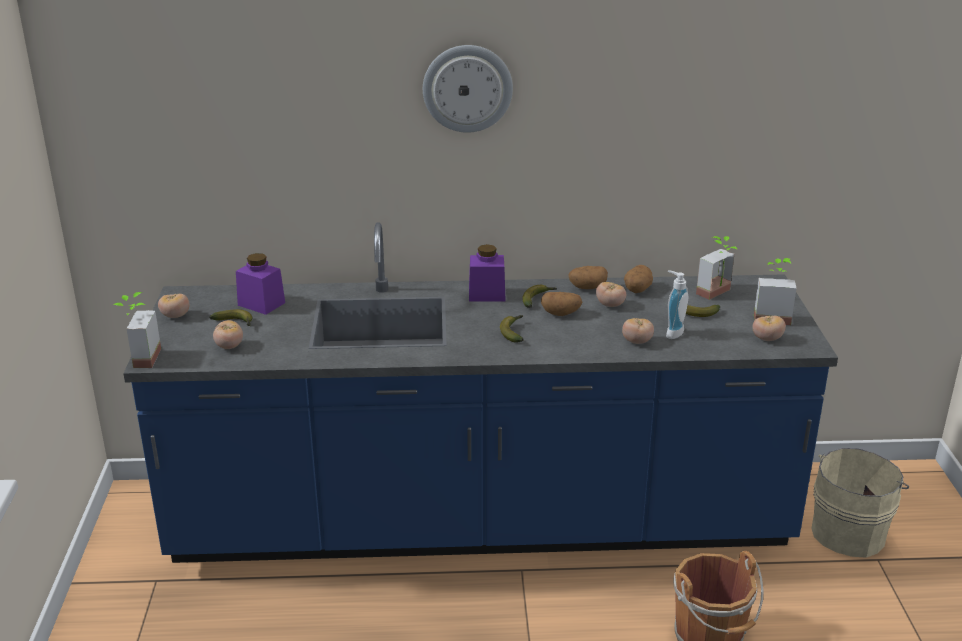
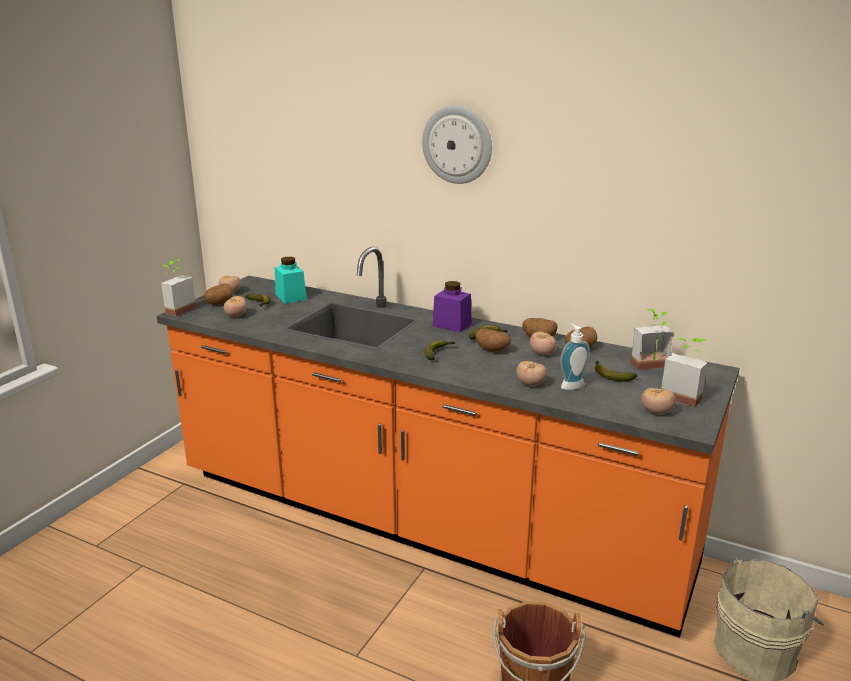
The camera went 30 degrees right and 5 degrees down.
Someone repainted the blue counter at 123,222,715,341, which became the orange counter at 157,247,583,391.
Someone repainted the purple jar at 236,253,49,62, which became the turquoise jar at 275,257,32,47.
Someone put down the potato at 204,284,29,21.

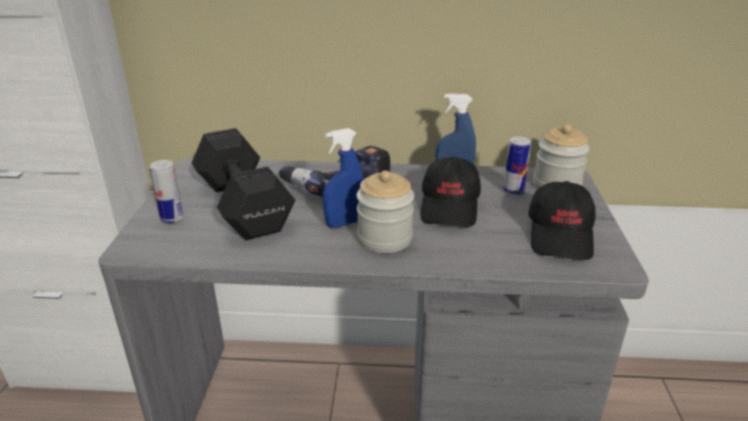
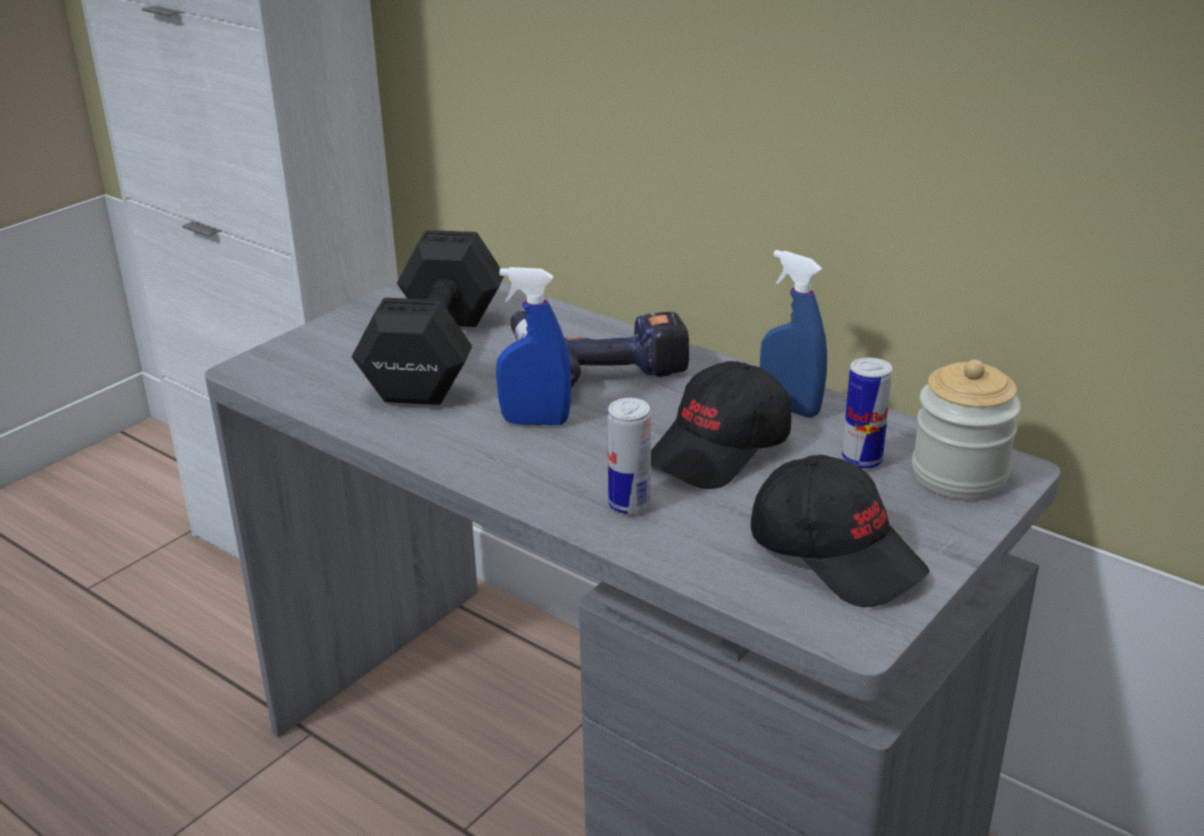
The camera went 35 degrees right and 0 degrees up.
Someone carried the can from 150,160,34,63 to 607,398,44,116.
Someone took away the jar at 356,170,58,83.
Someone rotated the black cap at 528,181,68,79 by 90 degrees counterclockwise.

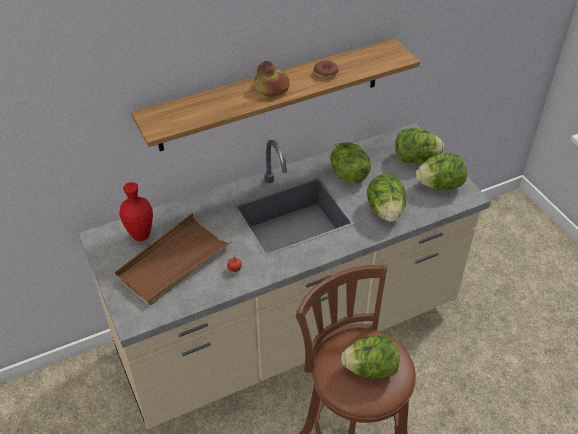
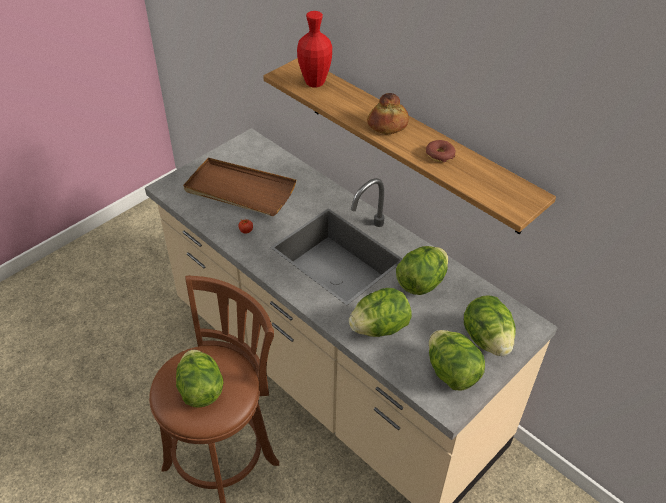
The camera went 70 degrees right and 0 degrees up.
Someone carried the red vase from 119,182,34,59 to 297,11,35,76.

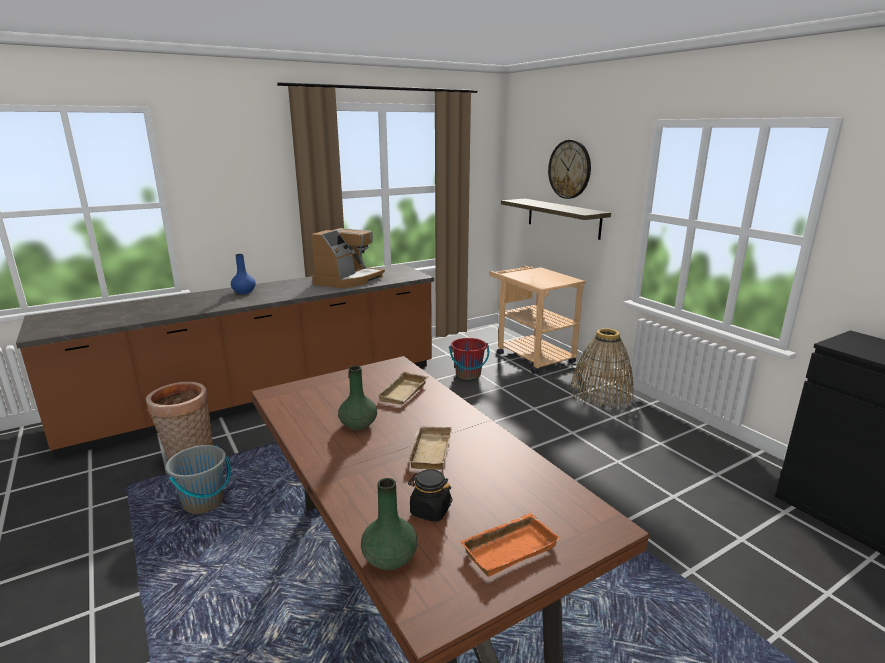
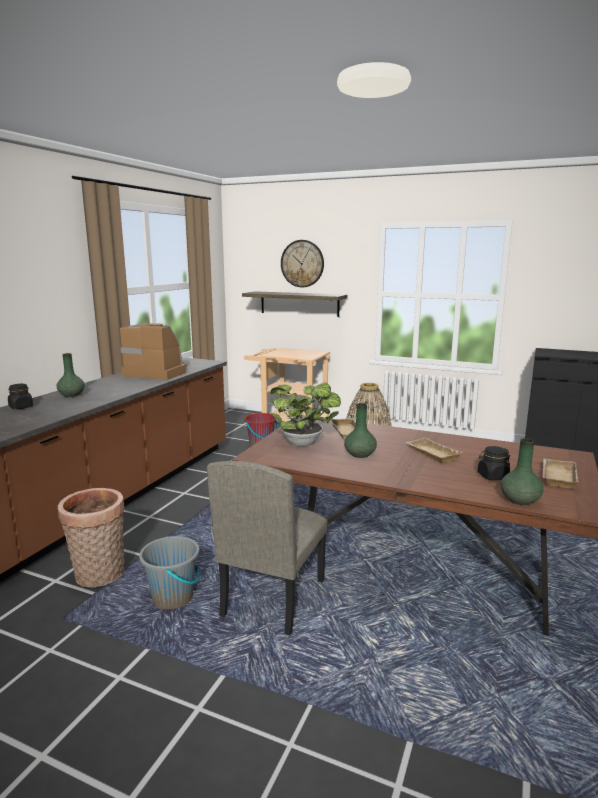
The camera went 35 degrees left and 5 degrees down.
Someone repainted the blue vase at 231,254,25,40, which became the green vase at 57,353,28,44.
Someone rotated the coffee machine at 311,228,74,61 by 60 degrees counterclockwise.
Someone repainted the orange tray at 460,513,101,64, which became the beige tray at 542,459,37,30.
Someone put down the black jar at 8,384,25,25.
Someone put down the beige chair at 207,461,121,174.
Someone put down the potted plant at 270,383,71,64.

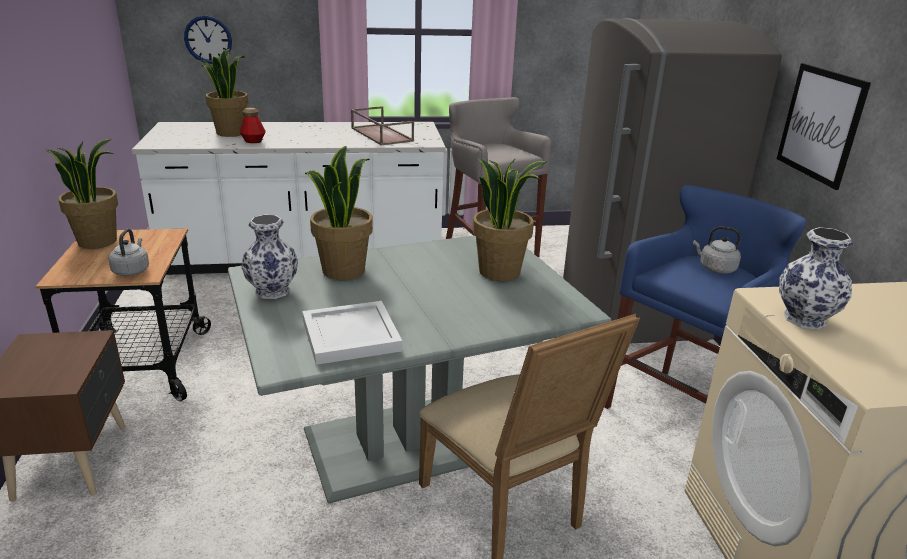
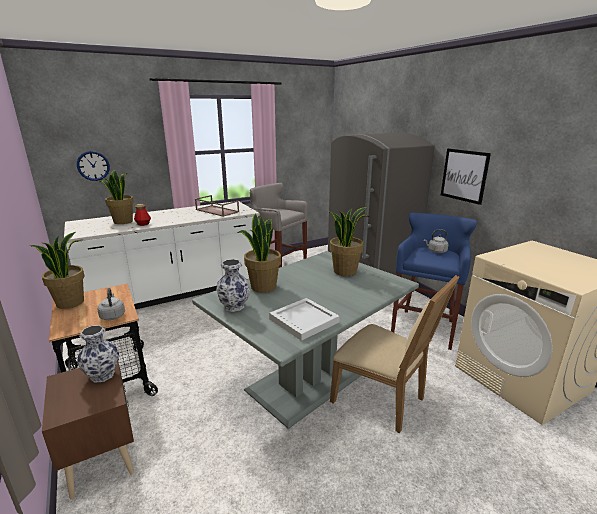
The camera went 20 degrees left and 5 degrees down.
Someone carried the vase from 779,227,74,103 to 77,325,42,58.

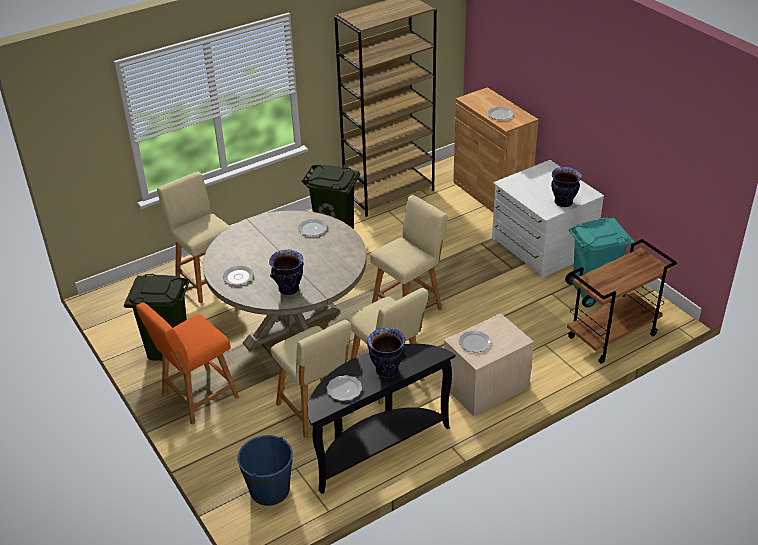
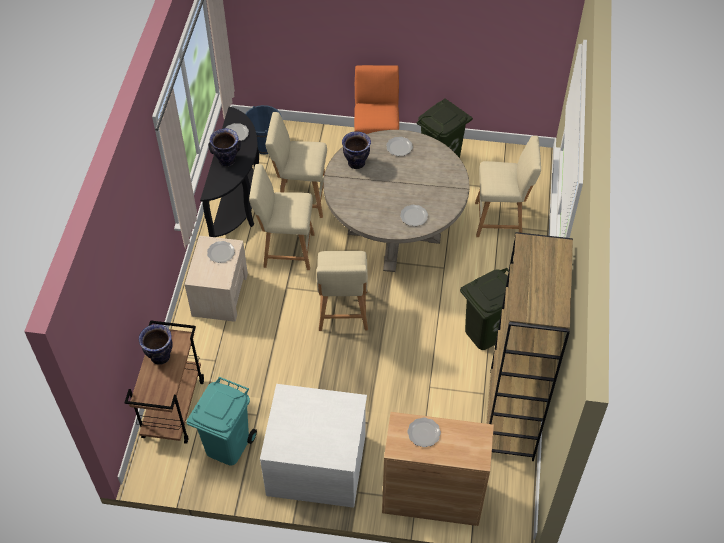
The camera went 130 degrees right and 15 degrees up.
Someone carried the vase from 551,167,31,40 to 139,324,34,41.

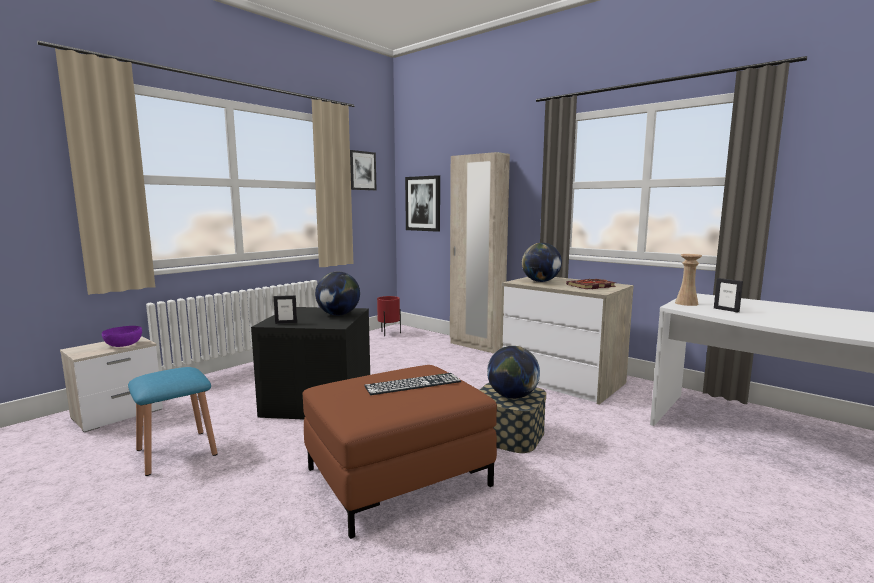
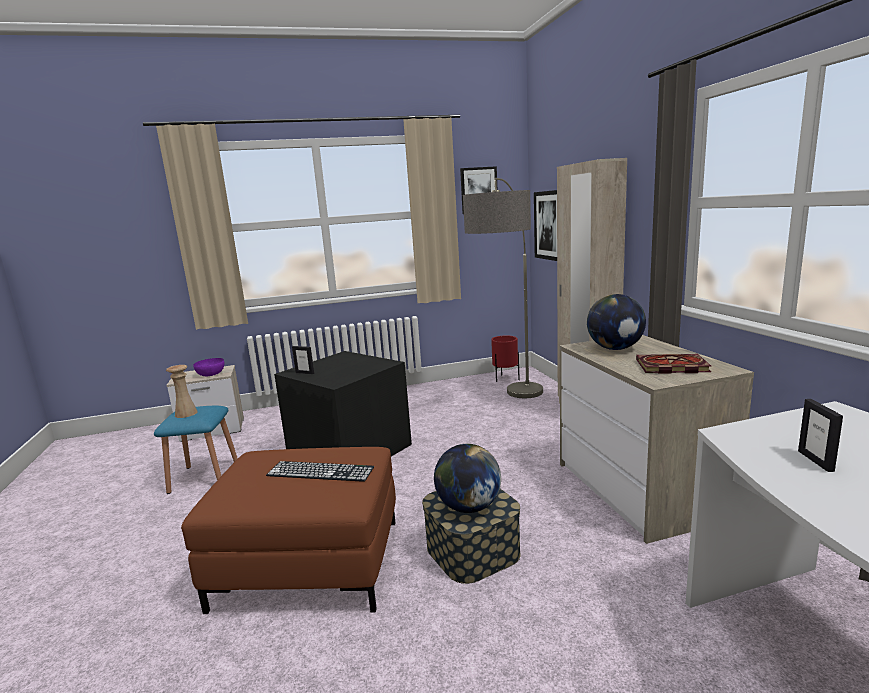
The camera went 35 degrees right and 5 degrees up.
Someone took away the globe at 315,271,45,45.
Someone carried the beige vase from 675,254,27,52 to 166,365,32,53.
Someone put down the floor lamp at 463,178,80,220.

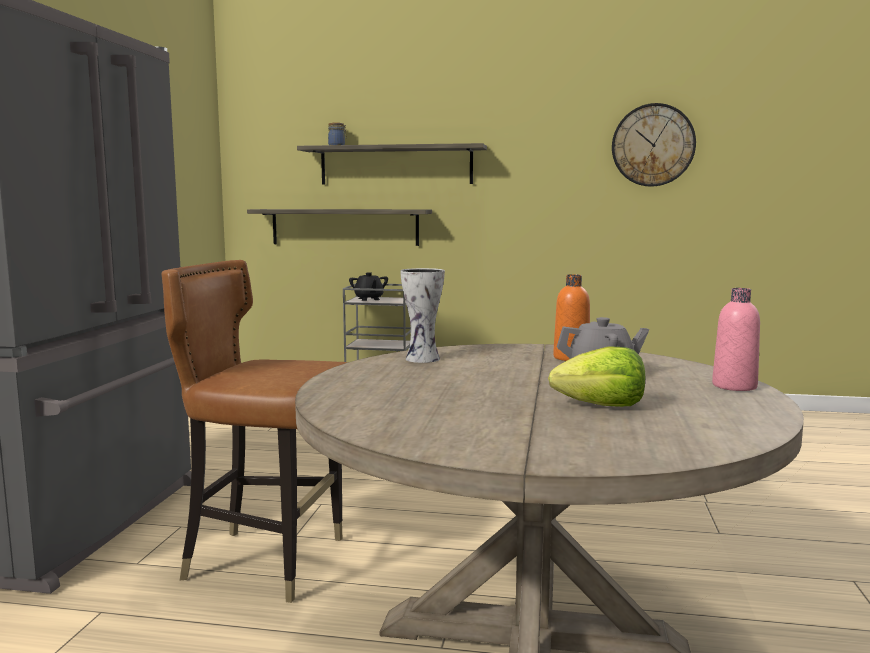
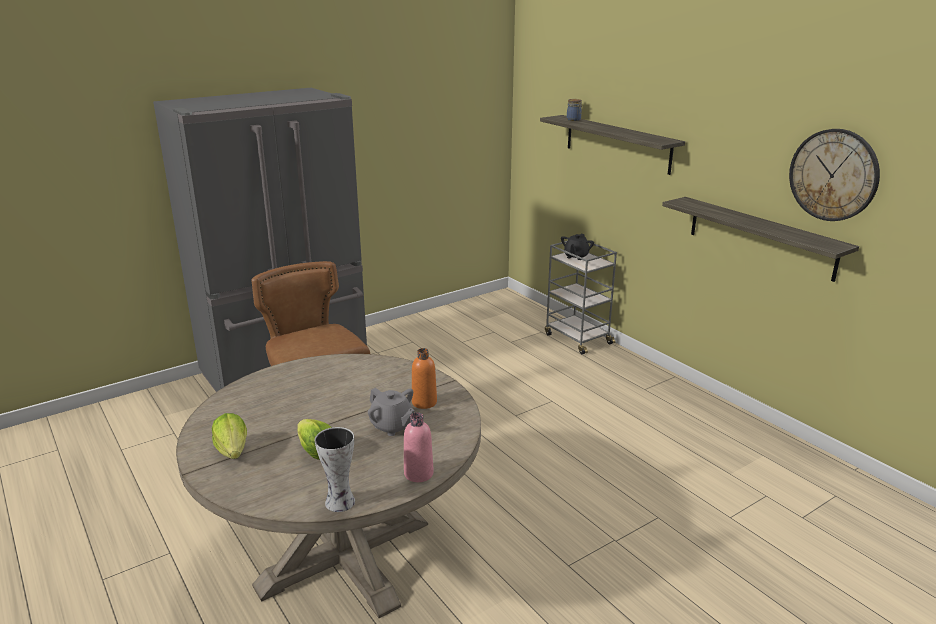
The camera went 45 degrees right and 15 degrees up.
Someone carried the shelf from 247,209,185,37 to 662,197,197,85.
Someone carried the vase from 400,268,45,95 to 315,427,40,85.
Someone put down the lettuce at 212,413,35,46.

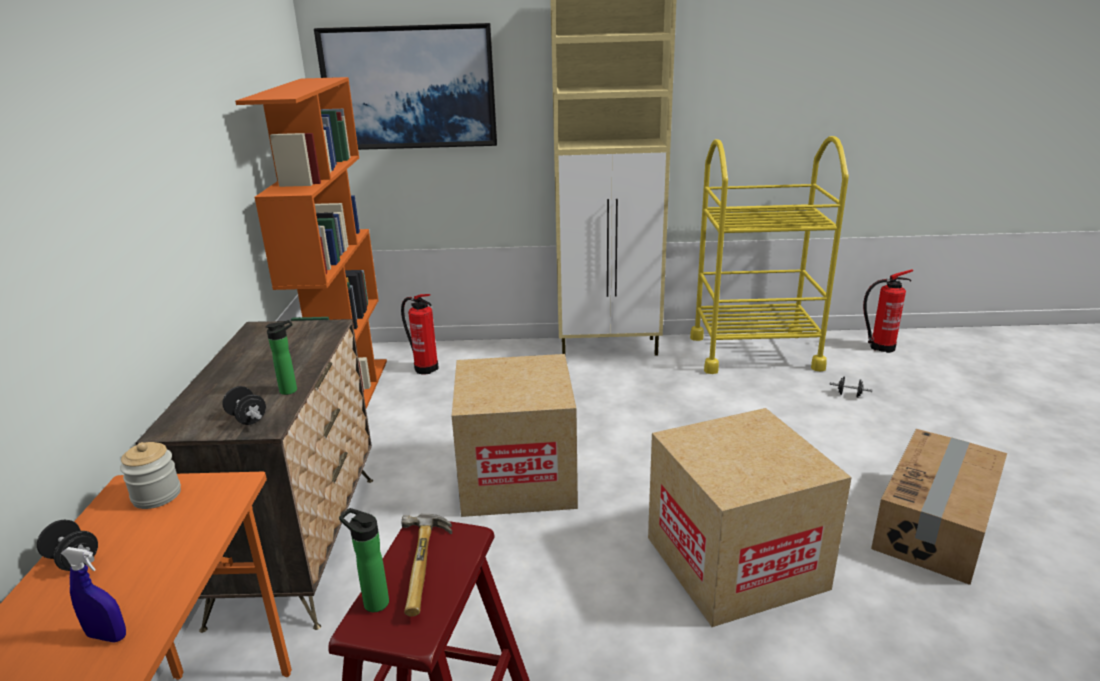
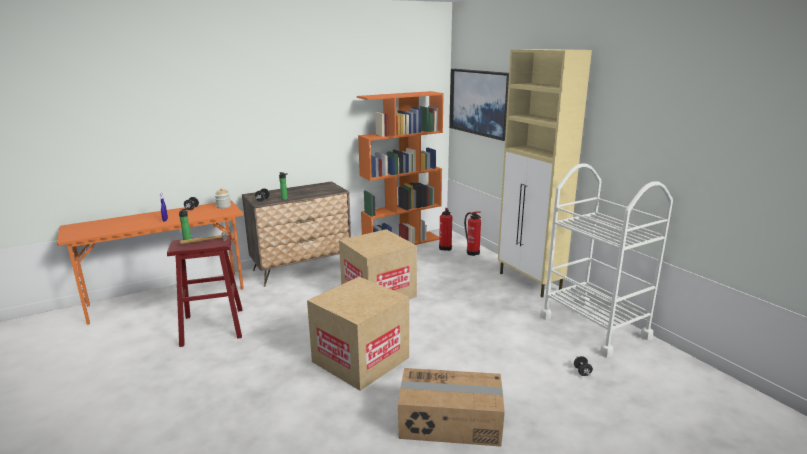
The camera went 60 degrees right and 5 degrees down.
Someone repainted the yellow cart at 690,136,159,238, which became the white cart at 540,164,133,194.
Someone carried the fire extinguisher from 863,269,50,84 to 464,211,17,45.

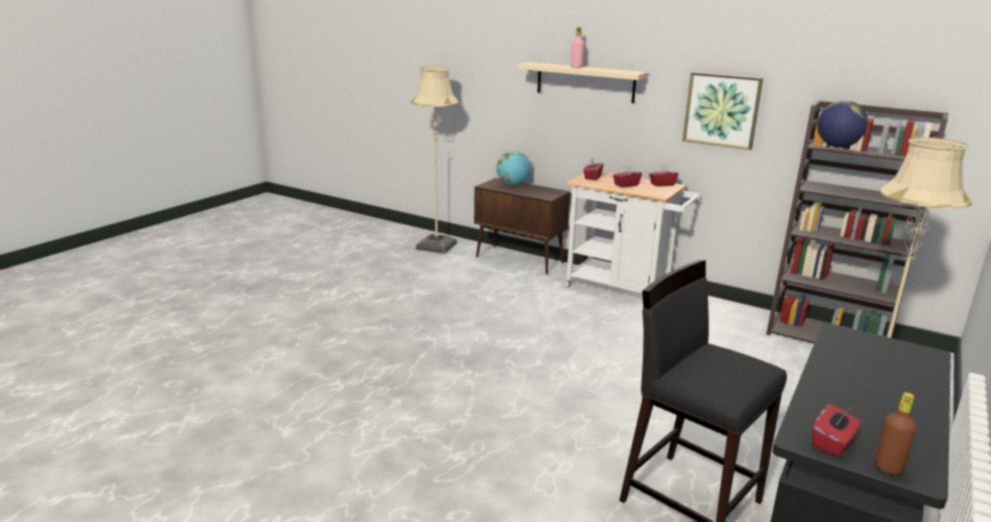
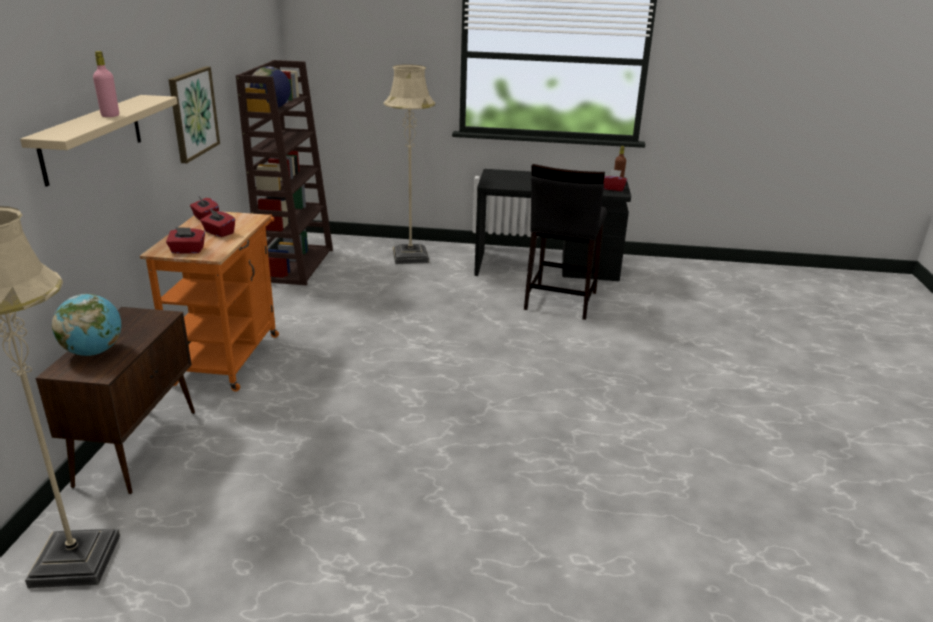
The camera went 115 degrees left and 5 degrees up.
Someone repainted the white cart at 566,172,135,121, which became the orange cart at 140,212,139,180.

